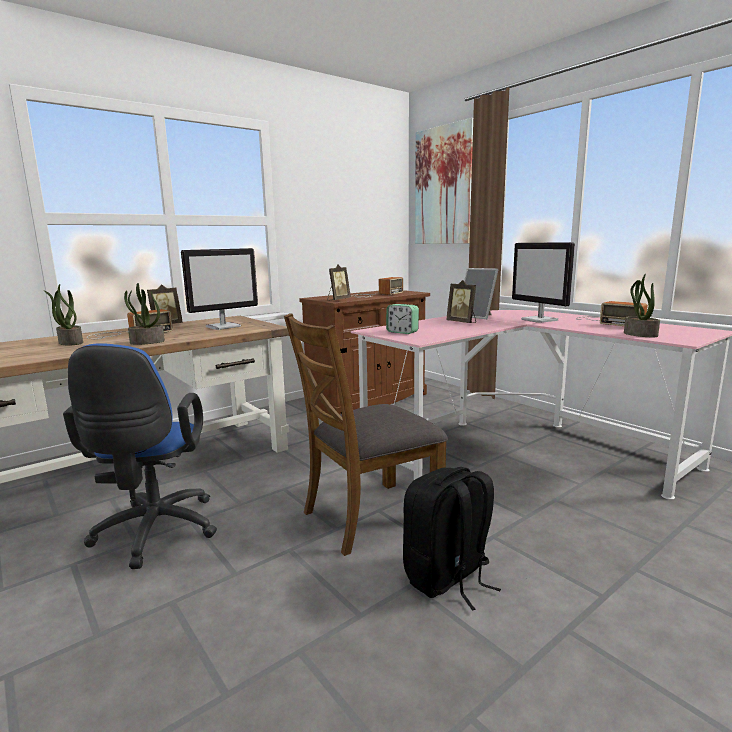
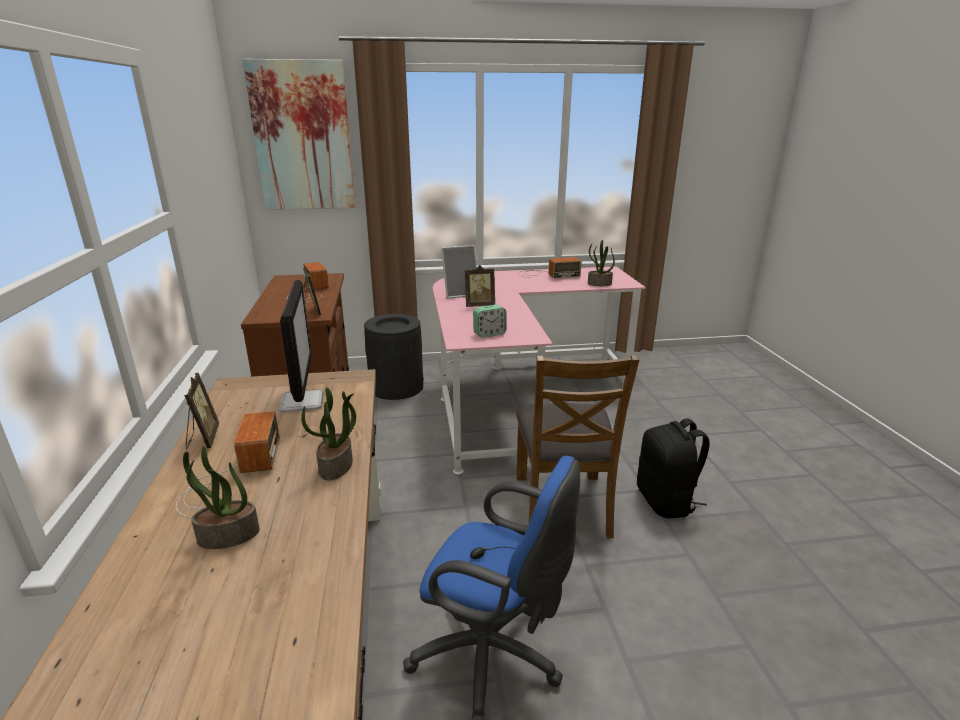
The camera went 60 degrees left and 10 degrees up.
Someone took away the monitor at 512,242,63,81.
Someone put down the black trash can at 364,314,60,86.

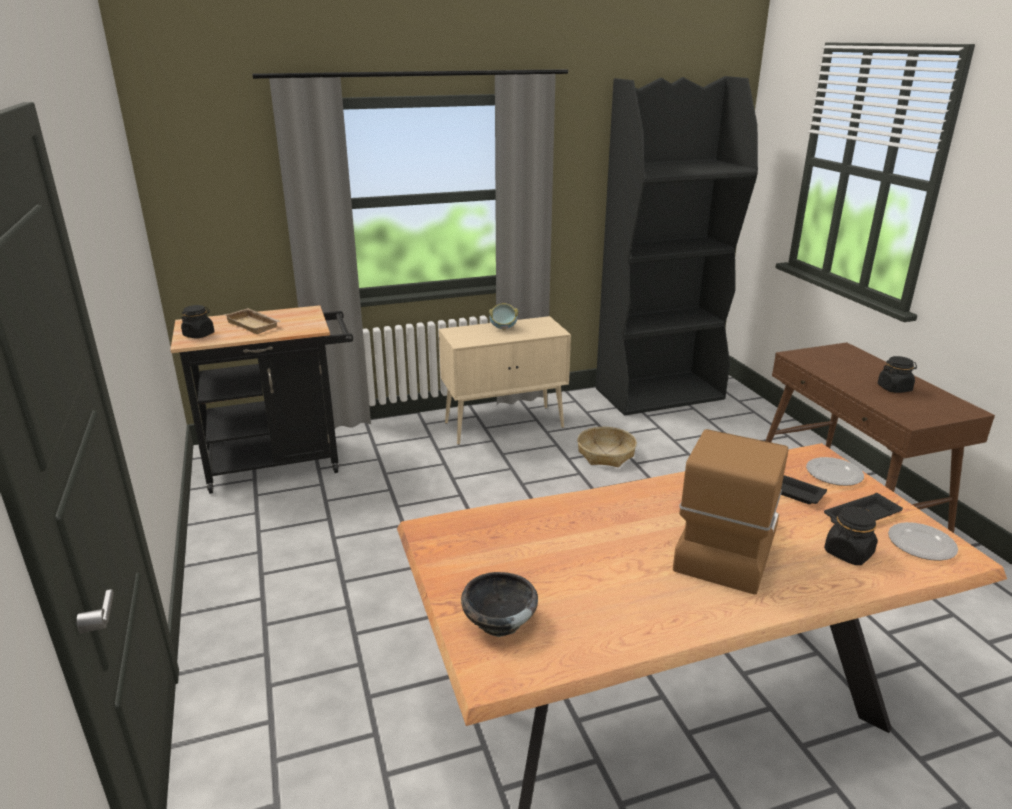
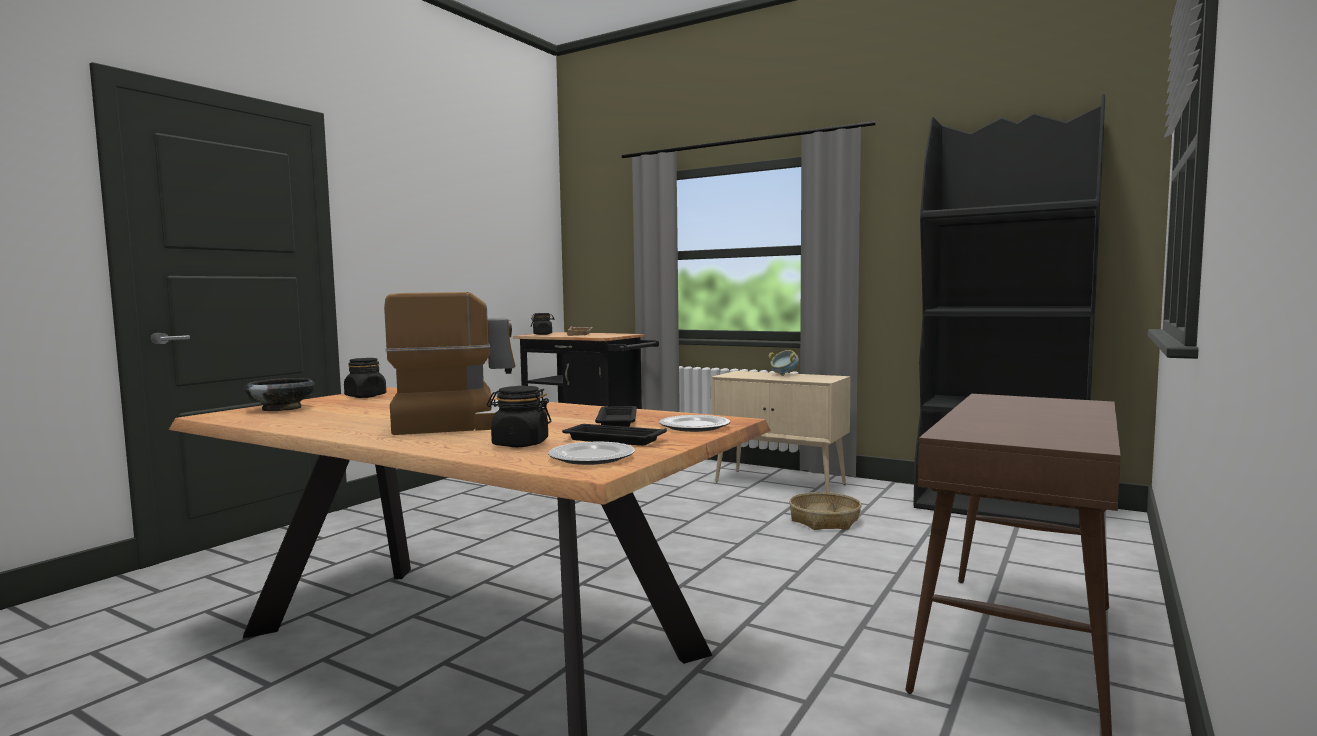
The camera went 50 degrees right and 20 degrees down.
Someone carried the black jar from 878,356,39,37 to 344,358,42,40.

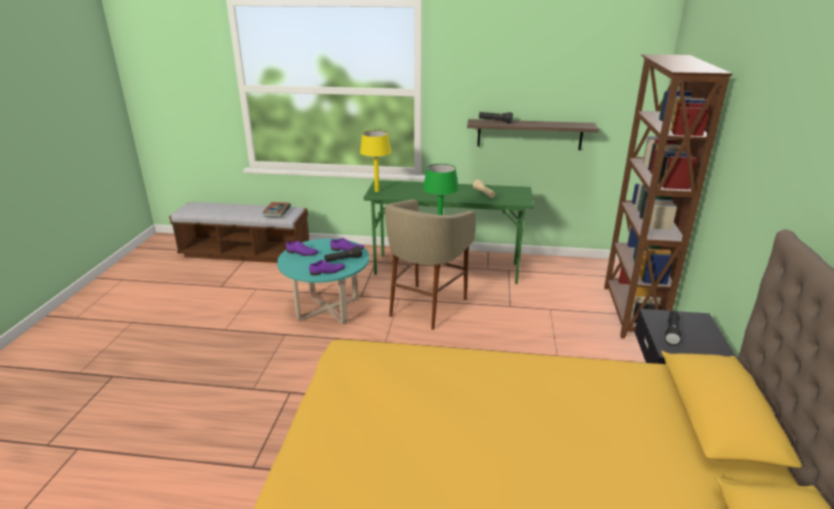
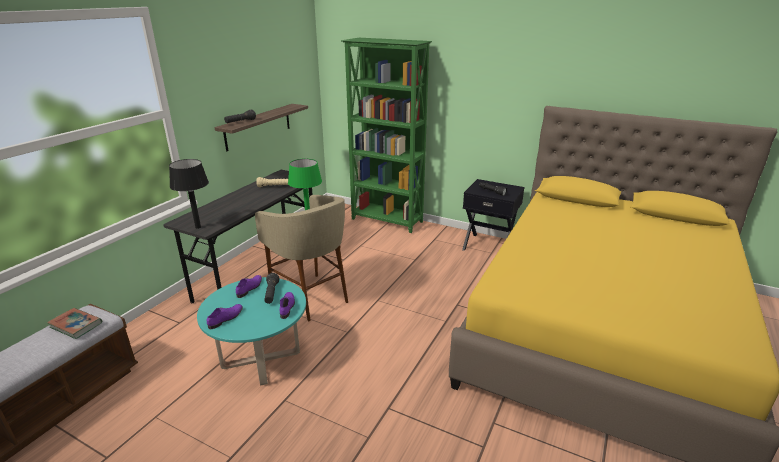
The camera went 70 degrees left and 0 degrees up.
Someone repainted the yellow table lamp at 360,130,32,62, which became the black table lamp at 169,159,40,70.
Someone repainted the green desk at 364,180,170,104, which became the grey desk at 163,170,150,133.
Someone repainted the brown bookcase at 604,54,129,285, which became the green bookcase at 341,38,91,195.

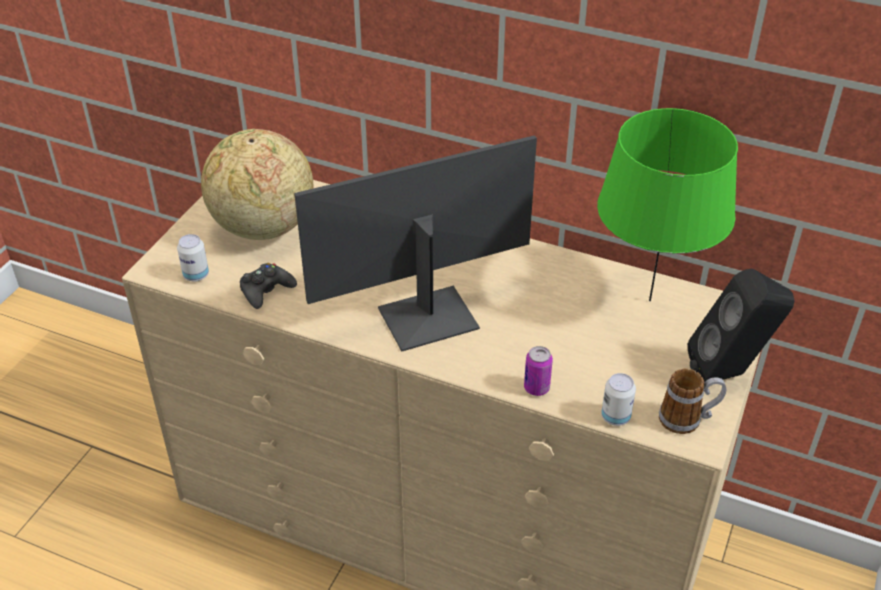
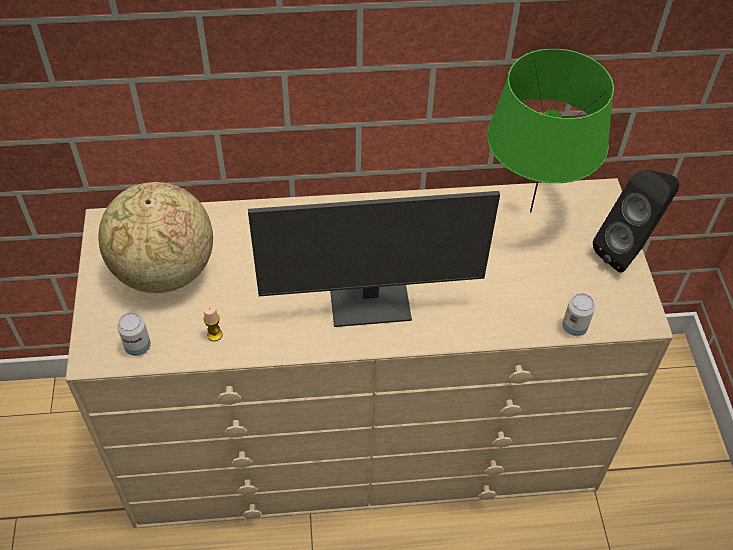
The camera went 30 degrees left and 10 degrees up.
Someone swapped the black game controller at 240,263,57,46 for the candle at 203,303,20,38.
Someone rotated the monitor at 294,135,243,216 by 135 degrees counterclockwise.
Someone took away the can at 524,346,29,50.
Someone took away the mug at 659,368,67,66.

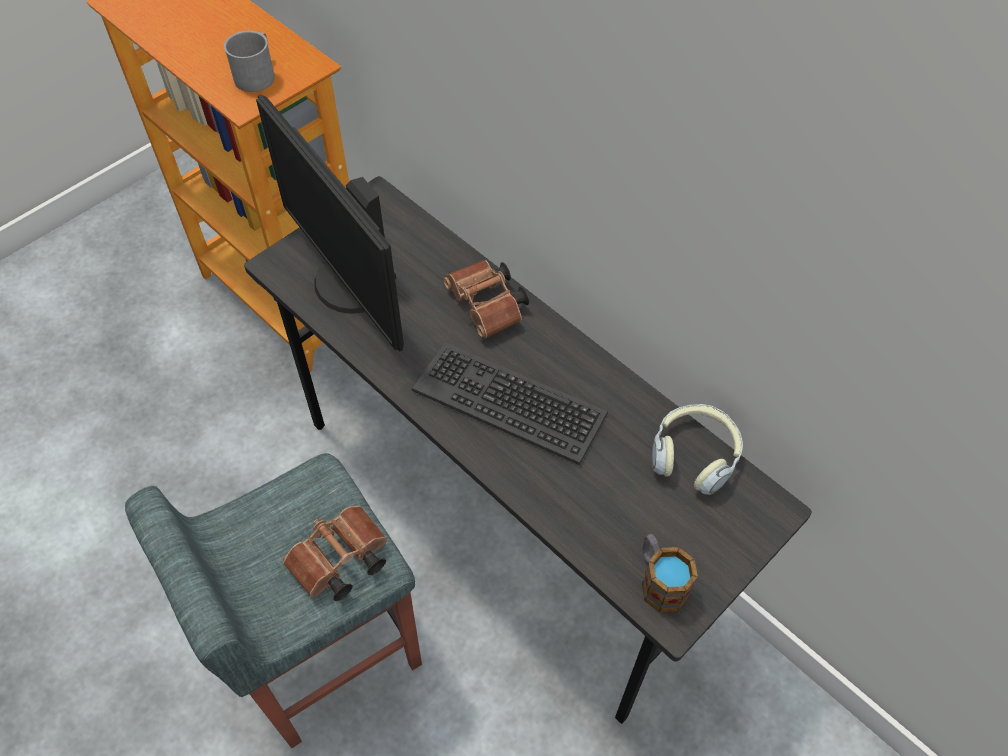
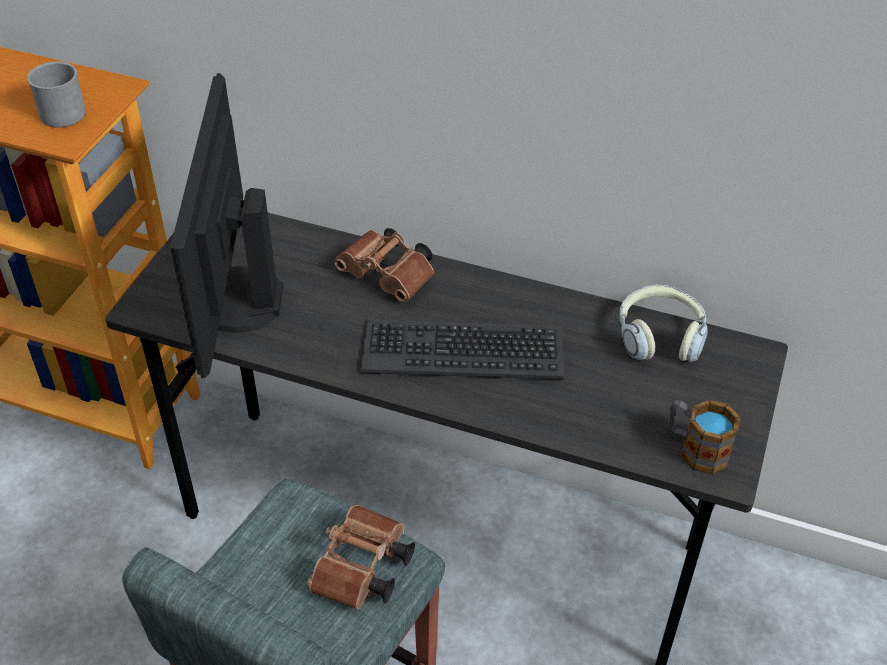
The camera went 25 degrees left and 10 degrees down.
Someone rotated the monitor at 256,94,148,258 by 60 degrees clockwise.

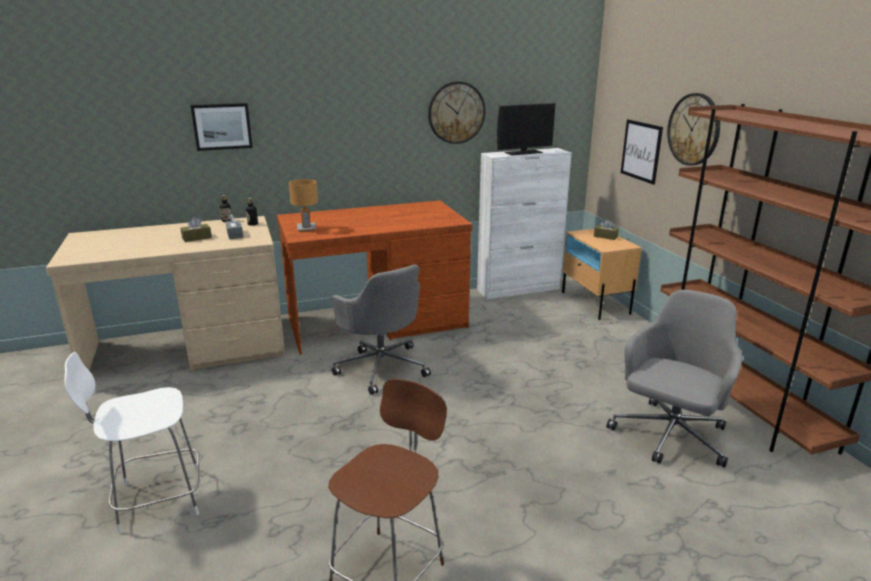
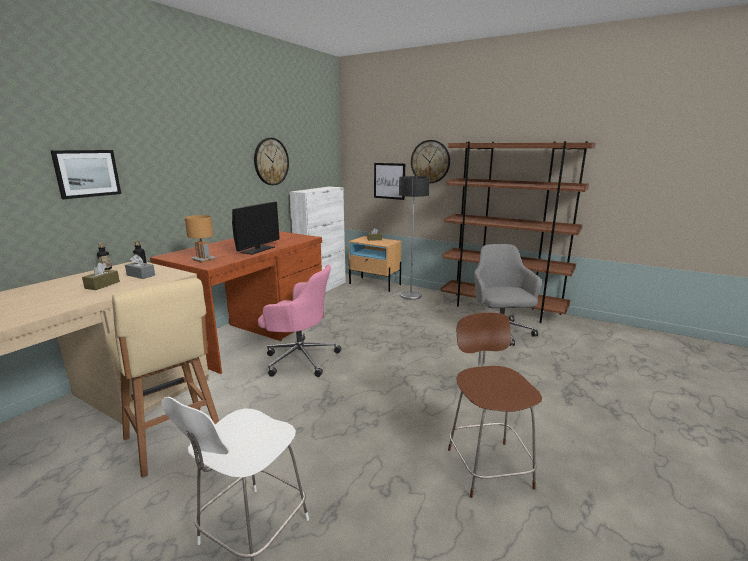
The camera went 40 degrees left and 5 degrees down.
Someone repainted the grey office chair at 331,264,100,131, which became the pink office chair at 258,264,84,113.
Someone carried the monitor from 497,103,58,53 to 232,202,48,53.
Someone put down the beige stool at 105,278,114,200.
Someone put down the floor lamp at 399,176,31,124.

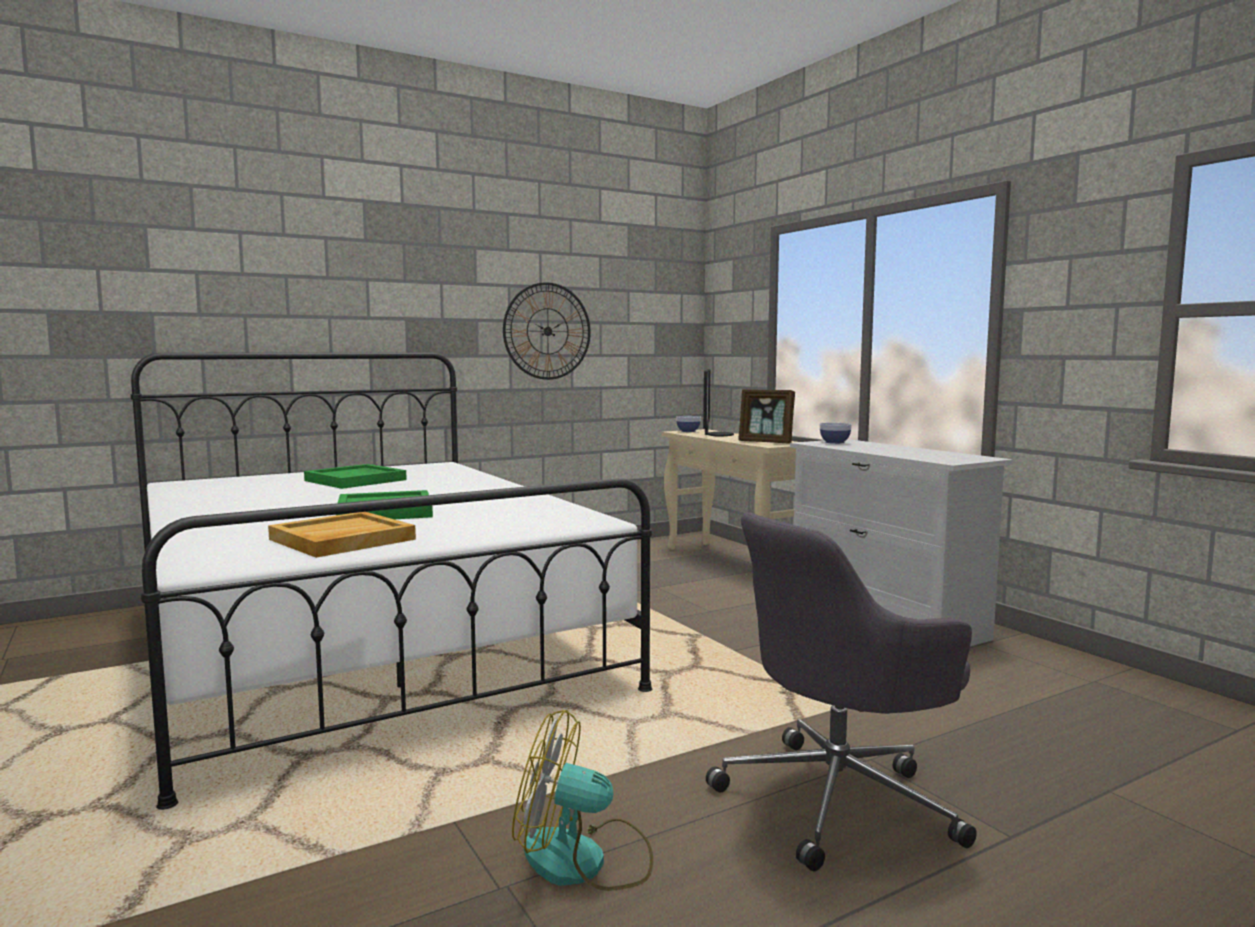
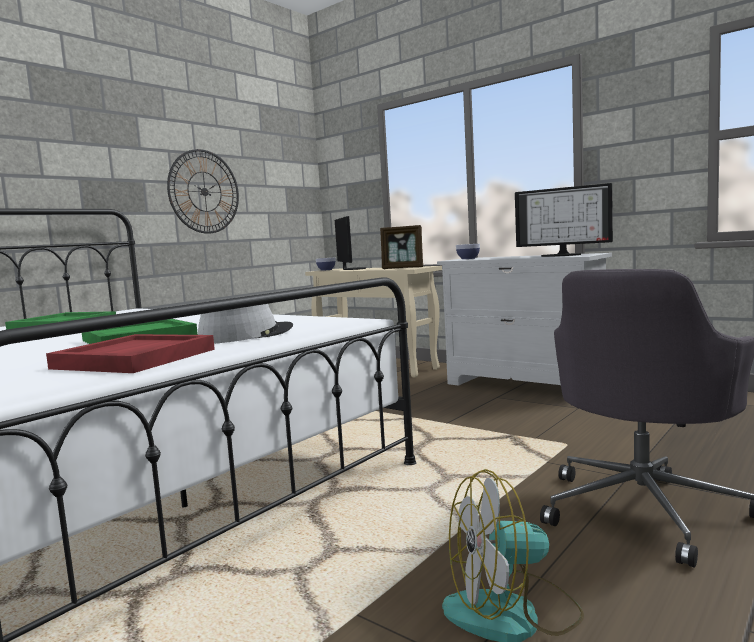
The camera went 20 degrees left and 0 degrees up.
Someone repainted the beige tray at 268,512,148,46, which became the red tray at 46,334,169,39.
Someone put down the grey hat at 198,304,95,39.
Someone put down the monitor at 515,183,98,74.

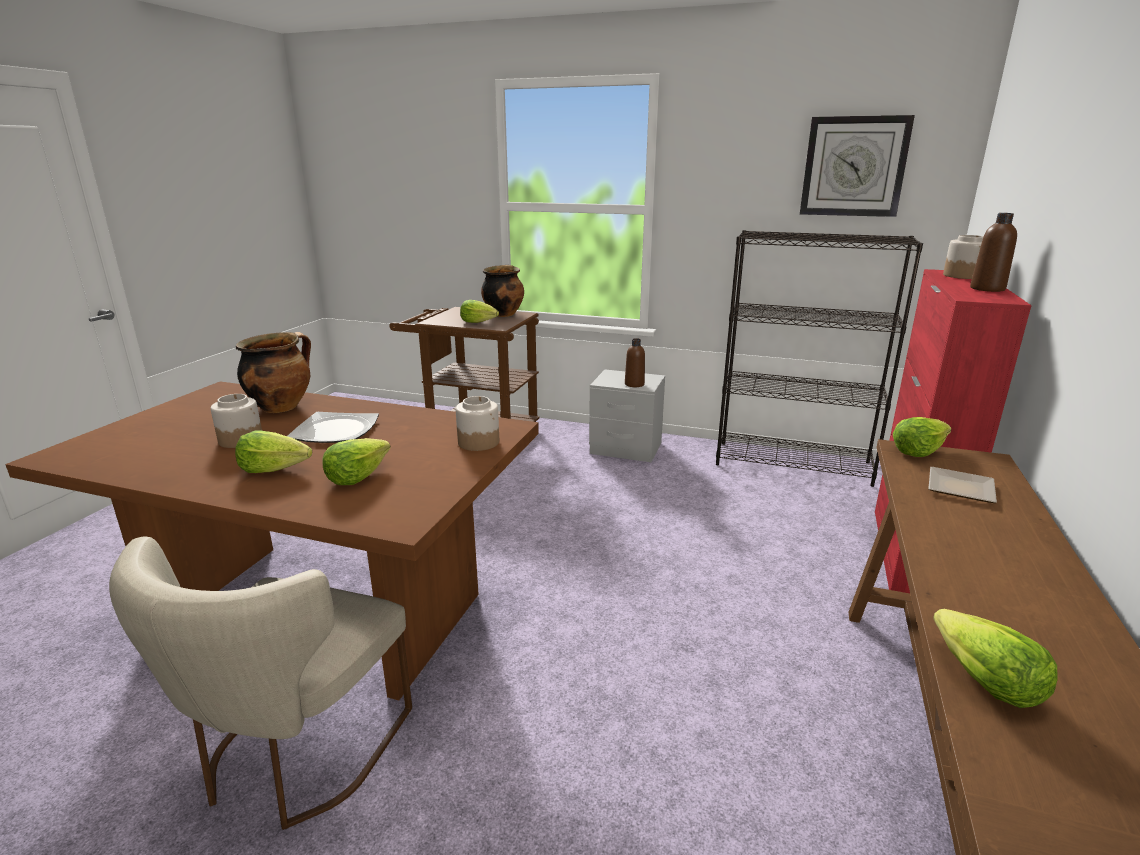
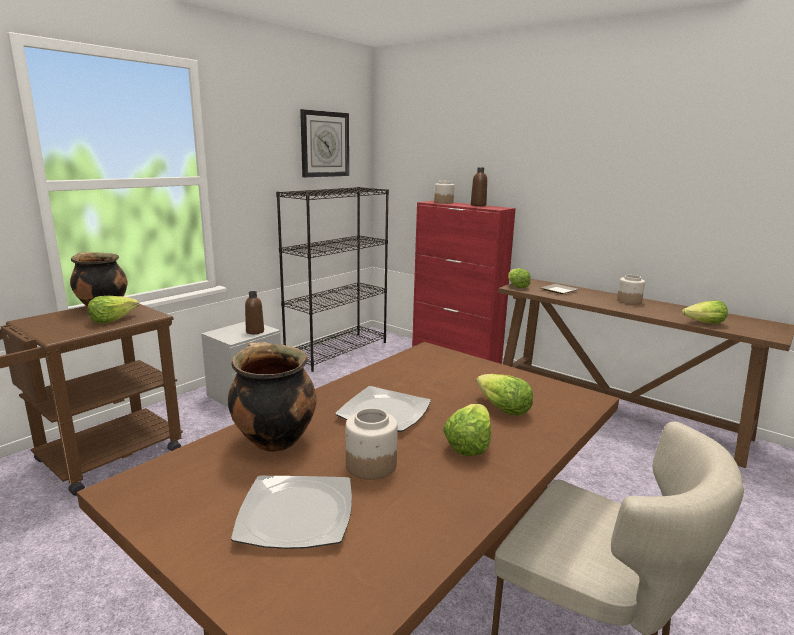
The camera went 70 degrees left and 5 degrees down.
Someone carried the jar from 456,396,43,55 to 617,275,28,29.
Someone put down the plate at 231,476,121,73.

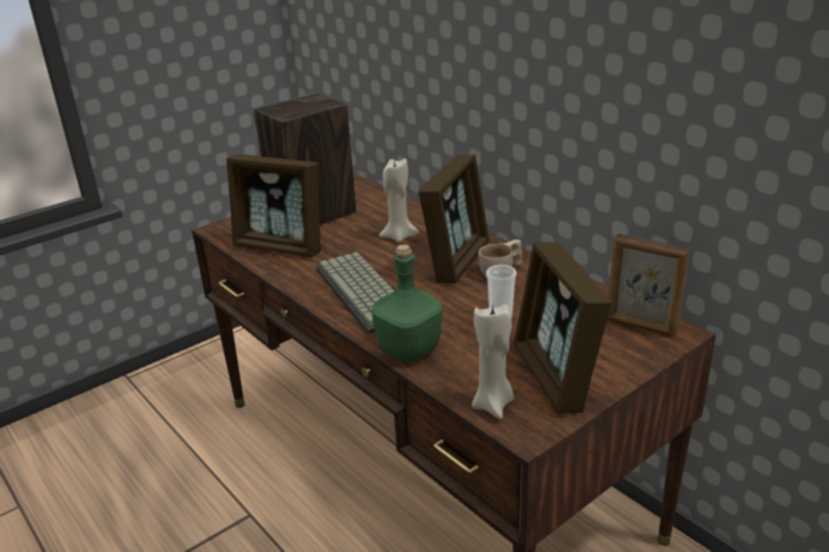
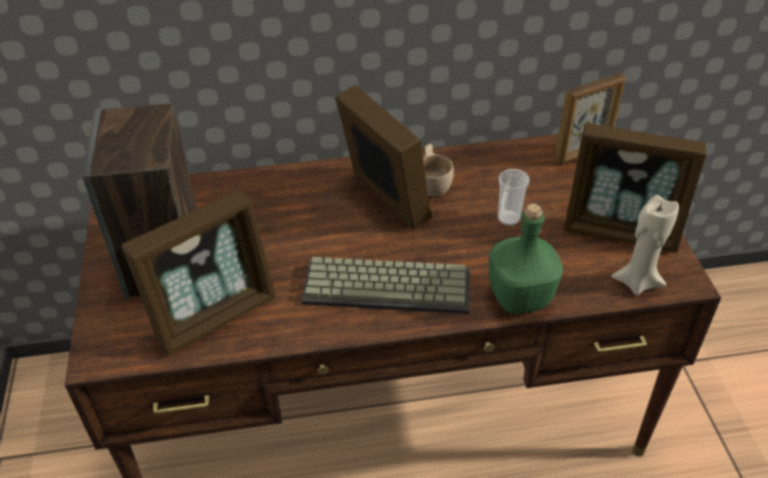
The camera went 60 degrees left and 15 degrees up.
Someone took away the beige candle at 379,158,40,85.

